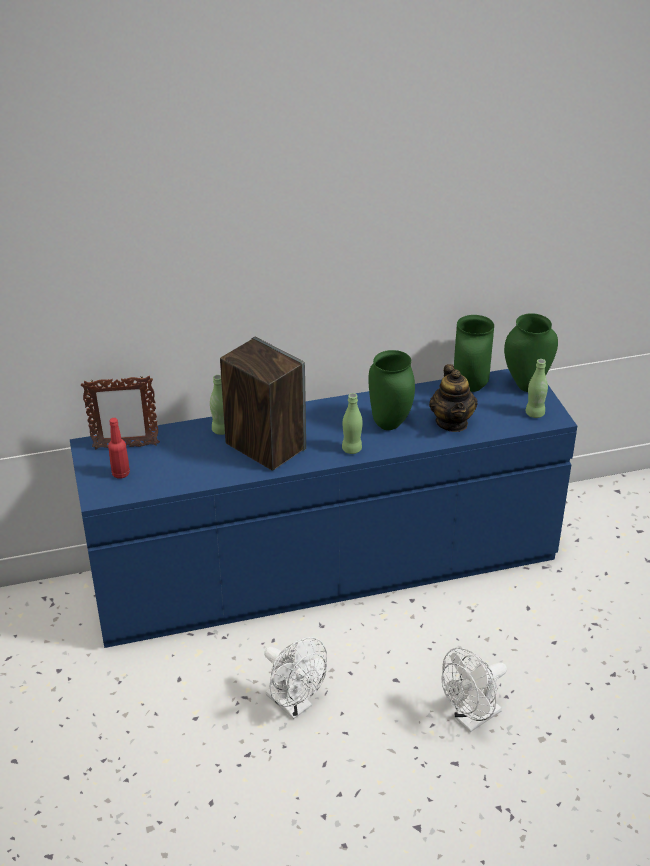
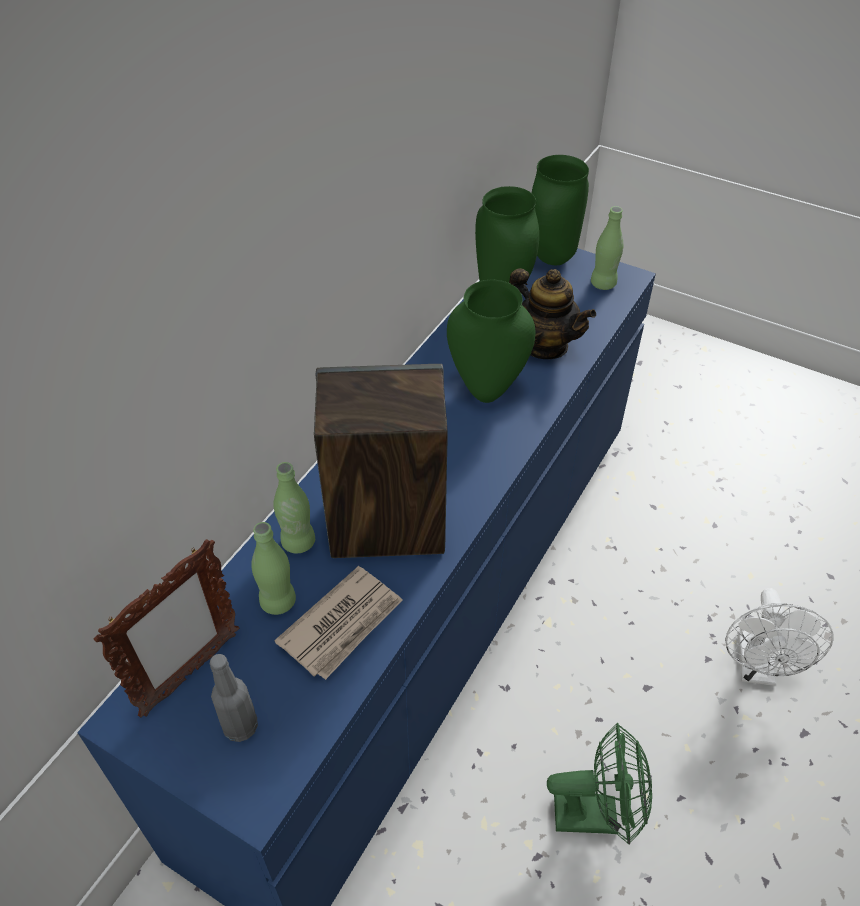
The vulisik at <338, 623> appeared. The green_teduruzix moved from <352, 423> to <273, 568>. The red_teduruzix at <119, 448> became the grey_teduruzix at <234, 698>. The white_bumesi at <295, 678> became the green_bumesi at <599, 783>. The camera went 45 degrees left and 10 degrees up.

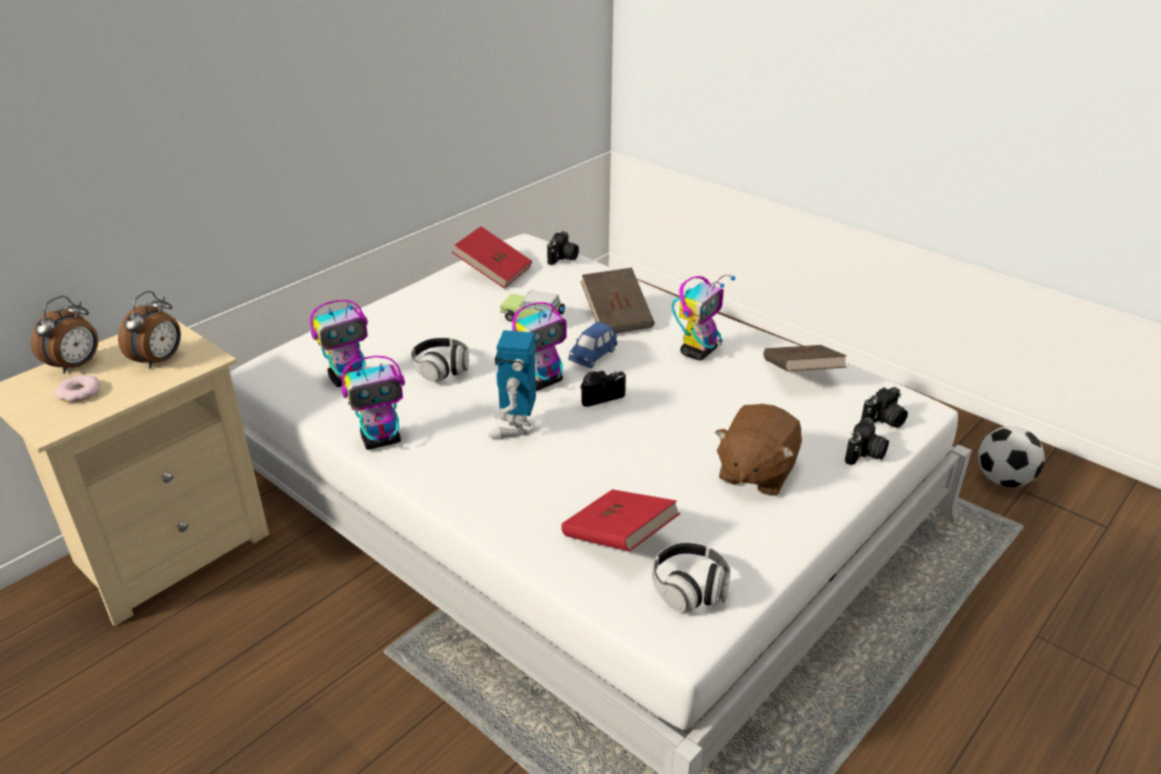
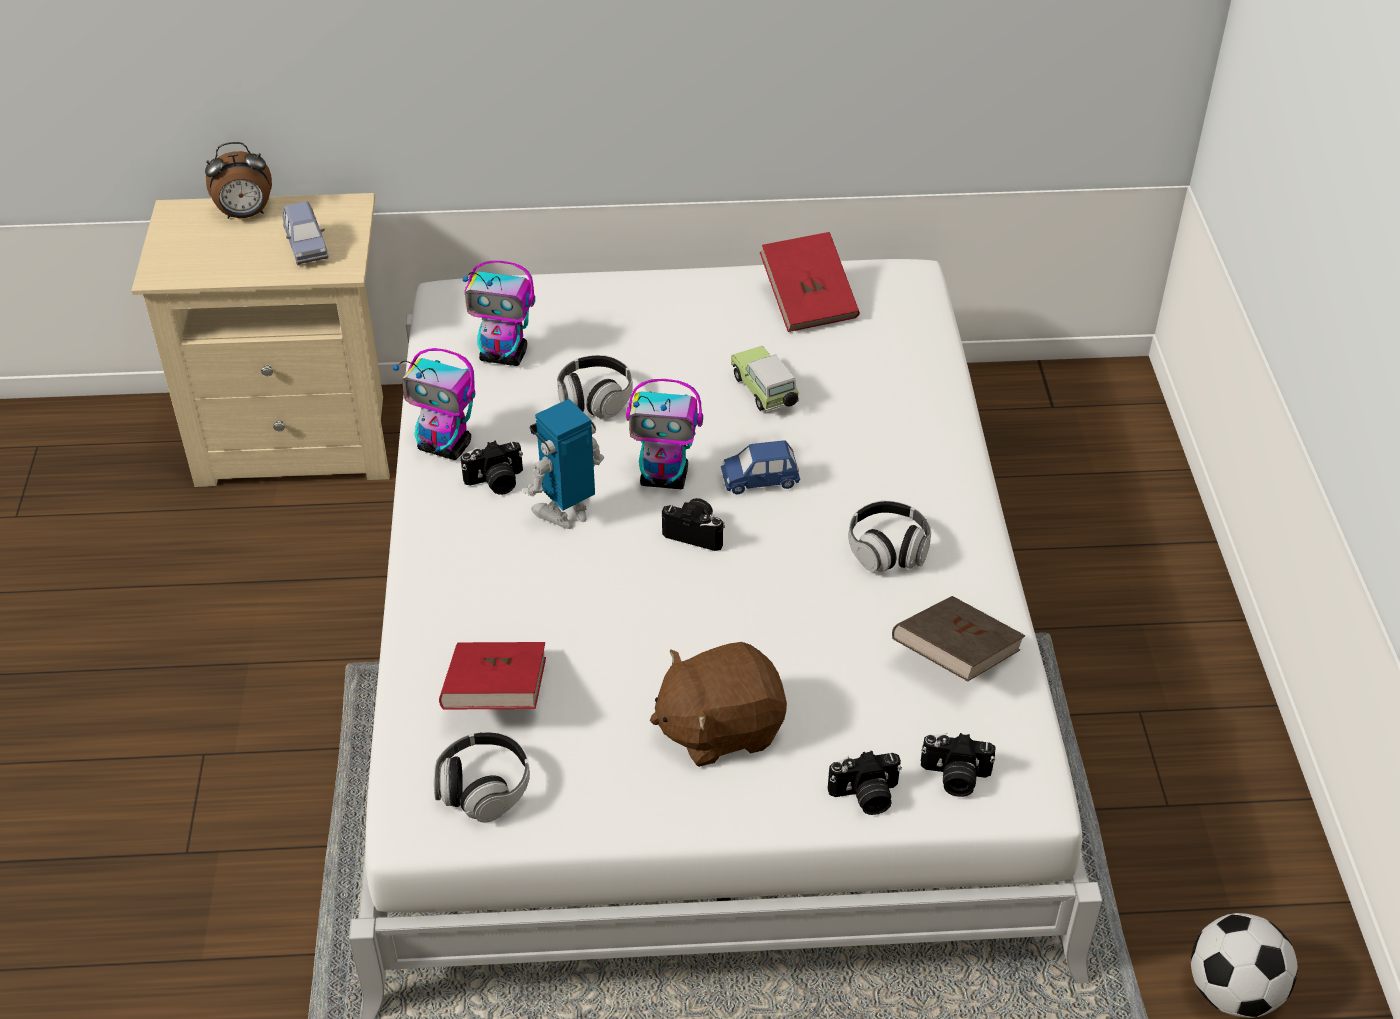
The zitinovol at <78, 388> disappeared. The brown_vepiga at <617, 300> disappeared. The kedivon moved from <563, 248> to <491, 467>. The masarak at <149, 330> was replaced by the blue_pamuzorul at <305, 233>. The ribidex at <703, 317> was replaced by the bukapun at <889, 536>. The camera went 45 degrees right and 10 degrees up.

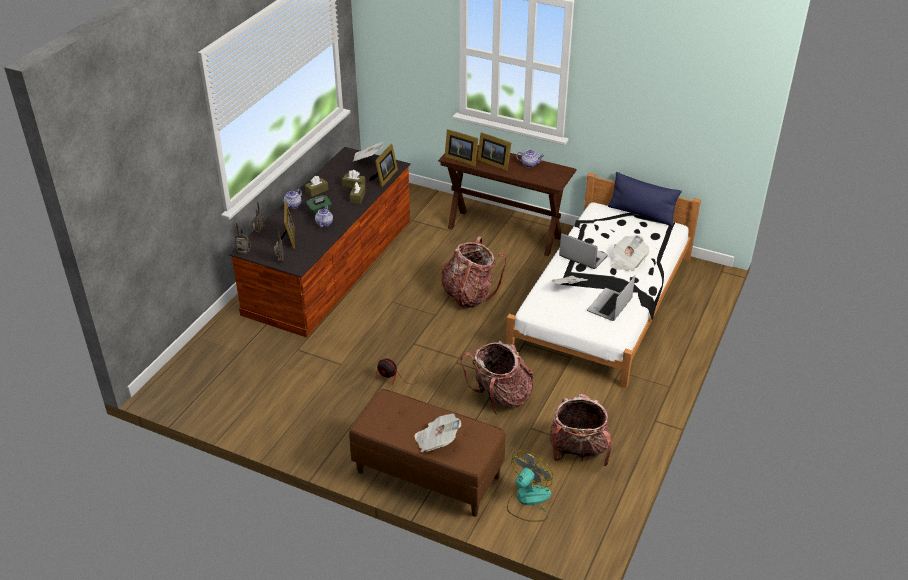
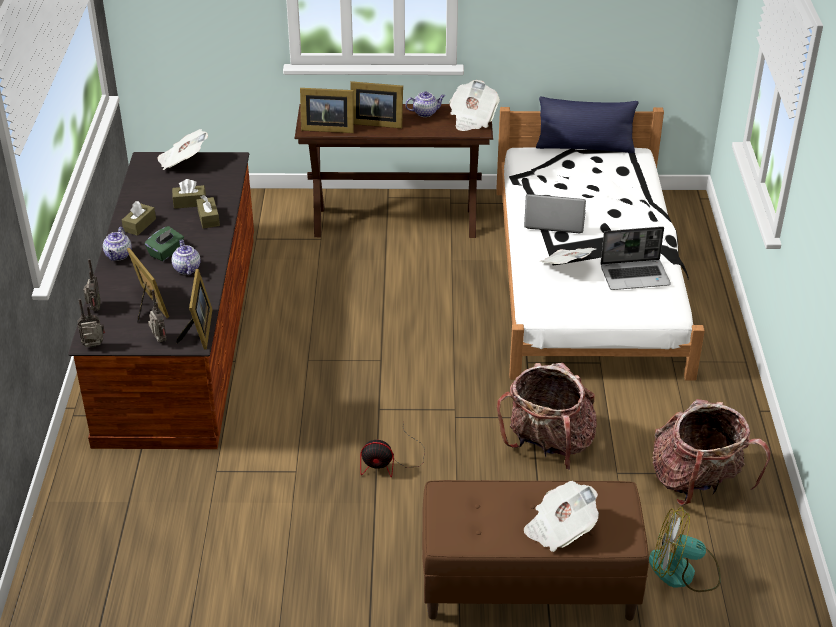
The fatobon at <473, 272> disappeared. The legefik moved from <383, 165> to <194, 309>. The vulisik moved from <630, 253> to <474, 105>. The bumesi at <530, 486> turned 90 degrees counterclockwise. The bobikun at <611, 298> turned 105 degrees counterclockwise. The camera went 25 degrees left and 0 degrees up.

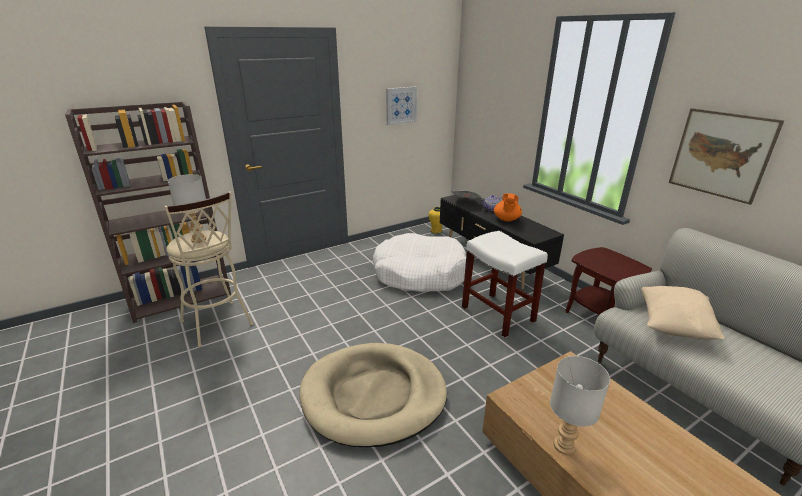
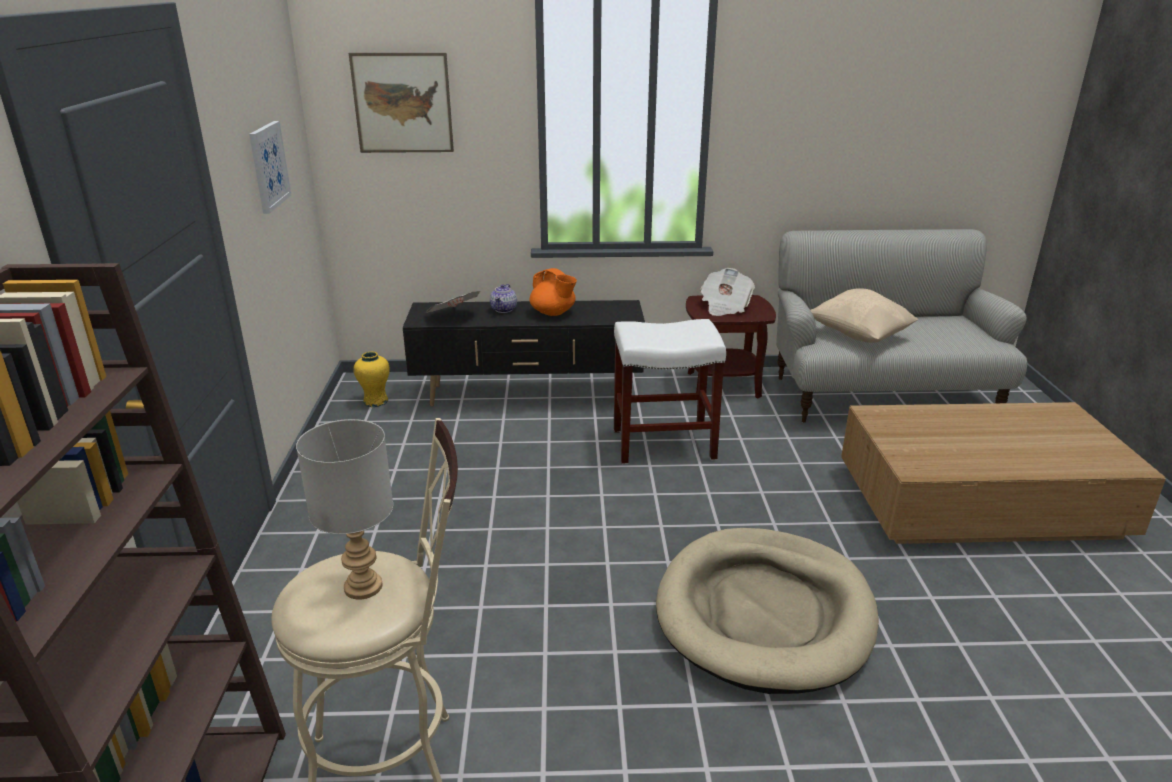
The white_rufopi at <419, 262> disappeared. The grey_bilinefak at <580, 405> disappeared. The vulisik at <727, 292> appeared. The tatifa moved from <726, 156> to <401, 103>. The camera went 60 degrees left and 0 degrees up.

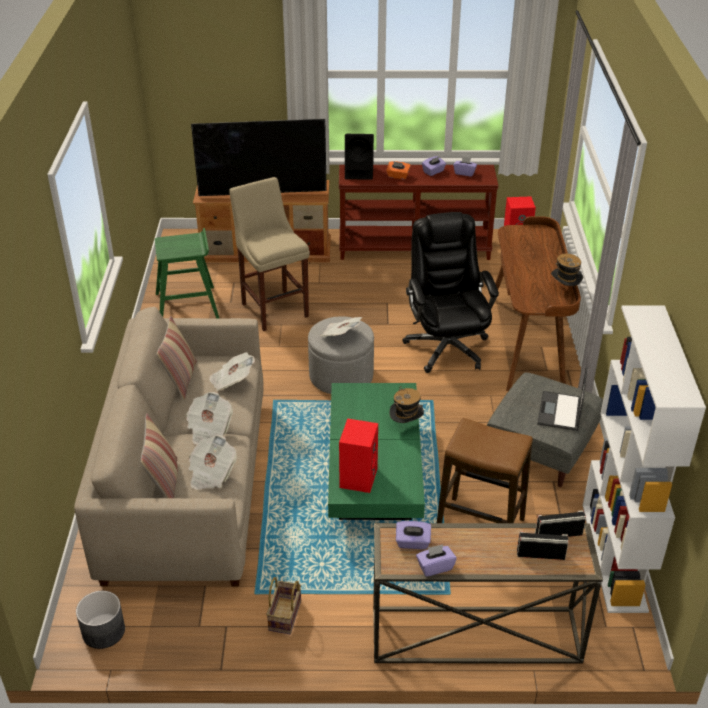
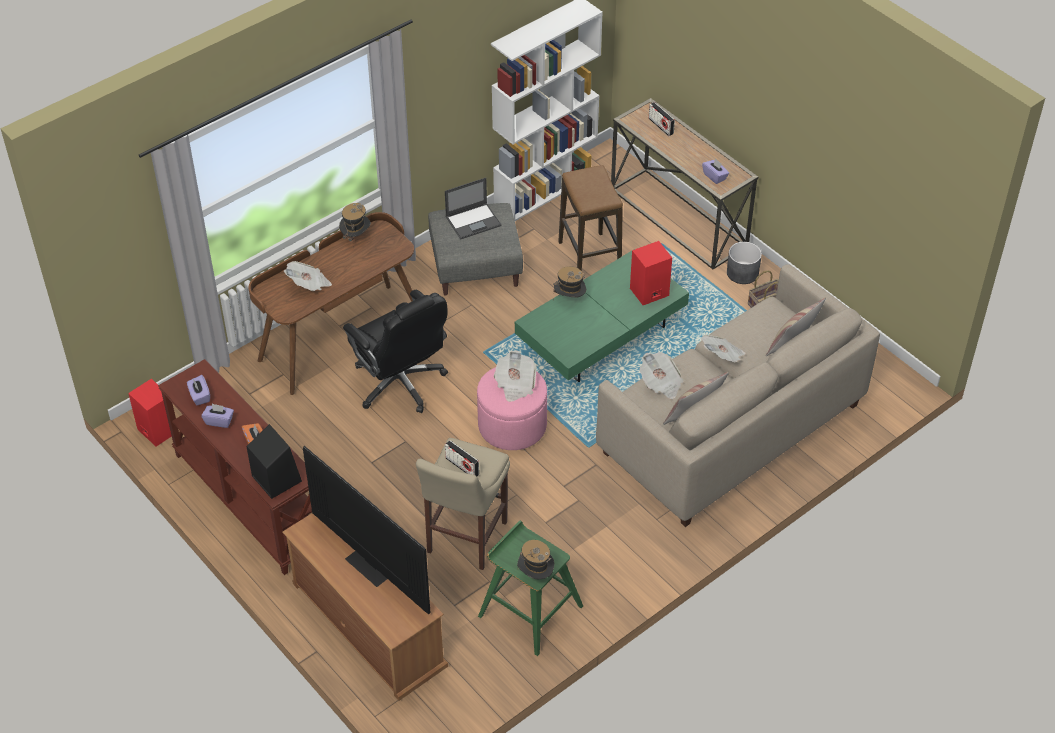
The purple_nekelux at <436, 560> disappeared. The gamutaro at <535, 559> appeared. The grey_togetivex moved from <100, 620> to <744, 263>. The vulisik moved from <212, 462> to <308, 276>. The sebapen moved from <560, 523> to <462, 458>. The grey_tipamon at <341, 355> became the pink_tipamon at <512, 408>. The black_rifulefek at <451, 292> turned 75 degrees counterclockwise. The camera went 130 degrees left and 10 degrees up.

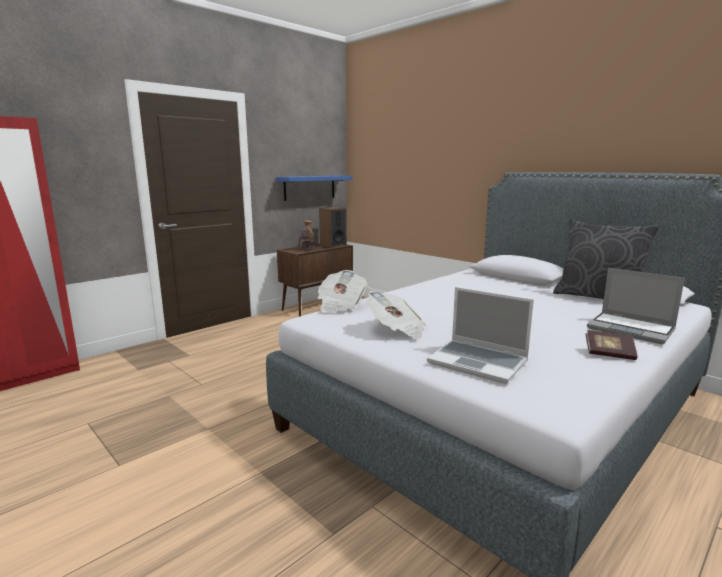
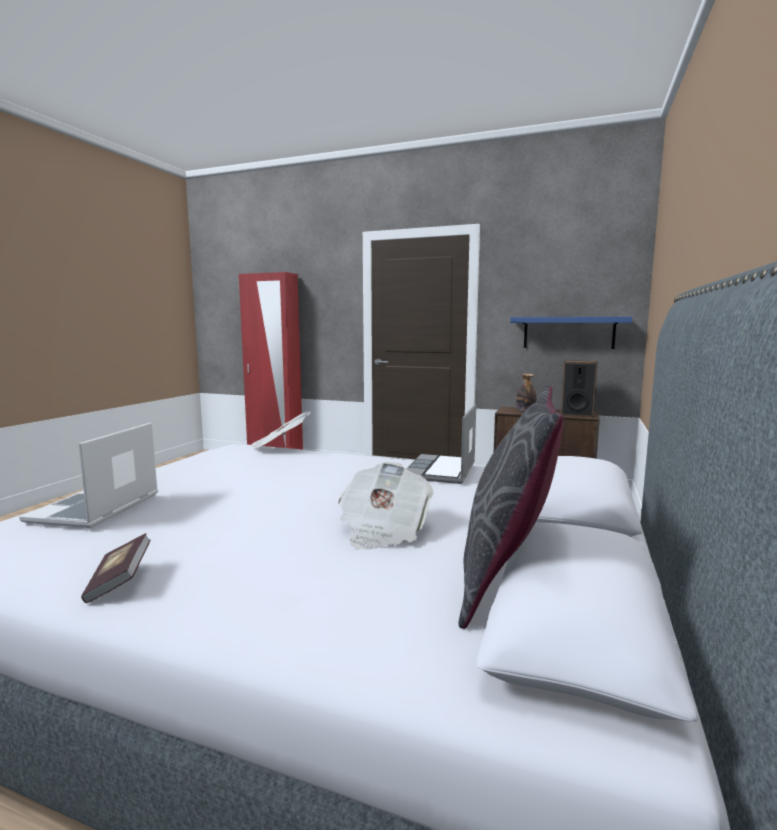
The vulisik moved from <396, 315> to <385, 506>. The bobikun moved from <636, 306> to <441, 444>. The camera went 65 degrees right and 5 degrees down.

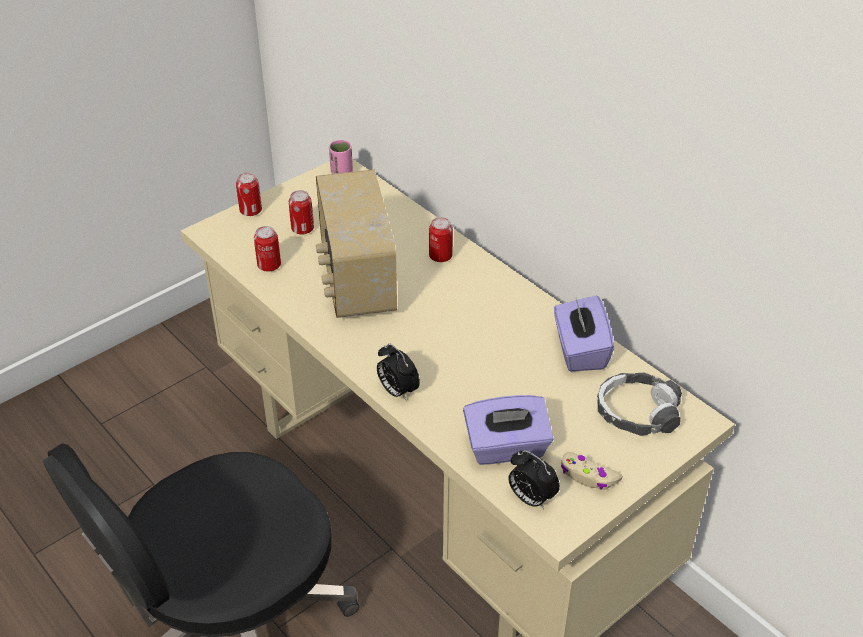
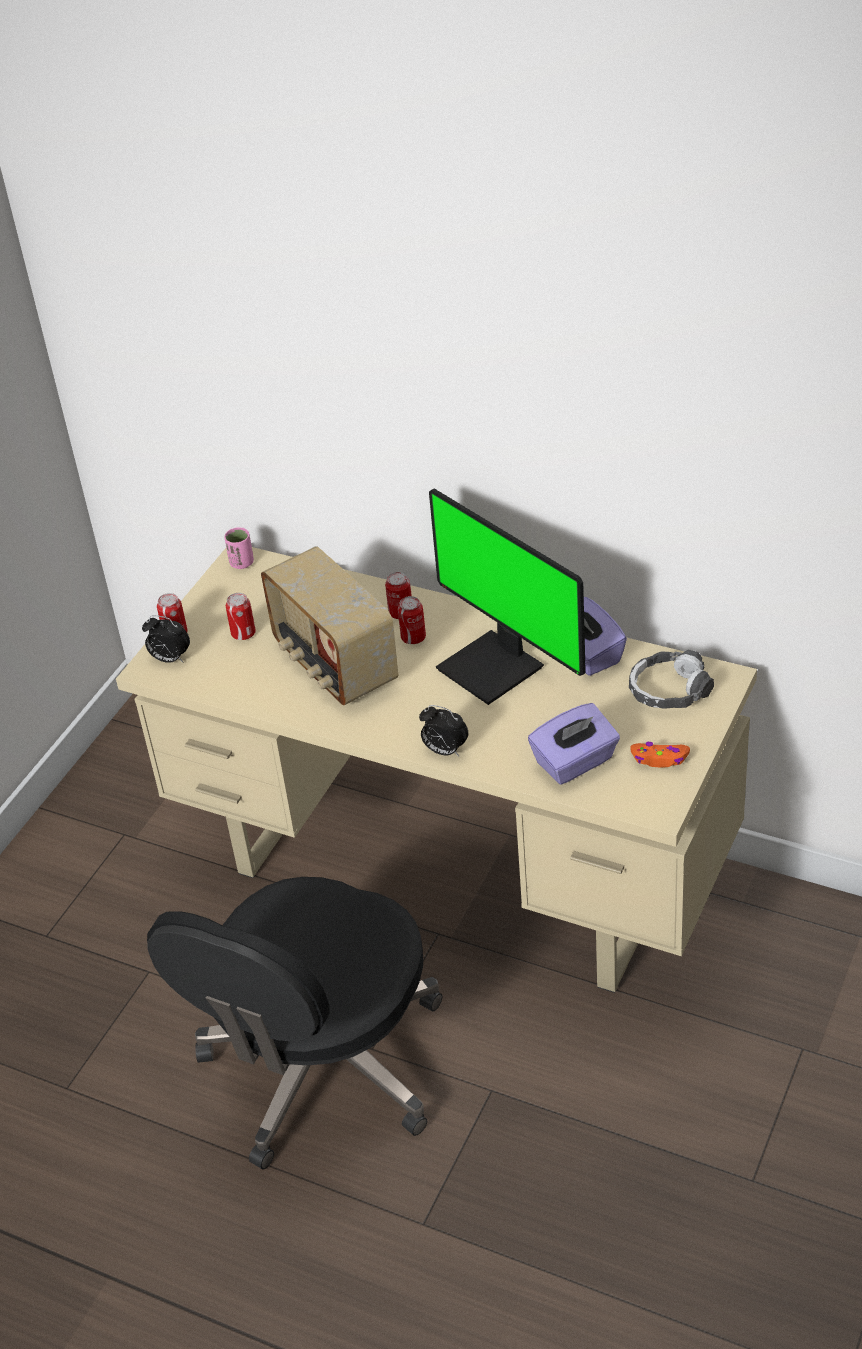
The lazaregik at <507, 596> appeared. The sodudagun moved from <267, 248> to <412, 620>. The masarak moved from <534, 480> to <166, 639>. The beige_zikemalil at <592, 471> became the orange_zikemalil at <660, 754>. The camera went 20 degrees left and 0 degrees up.

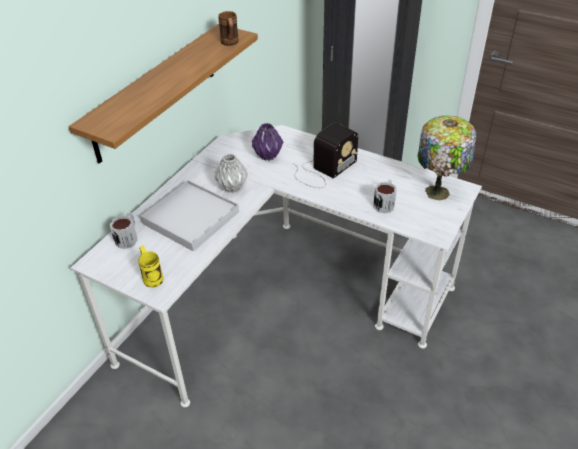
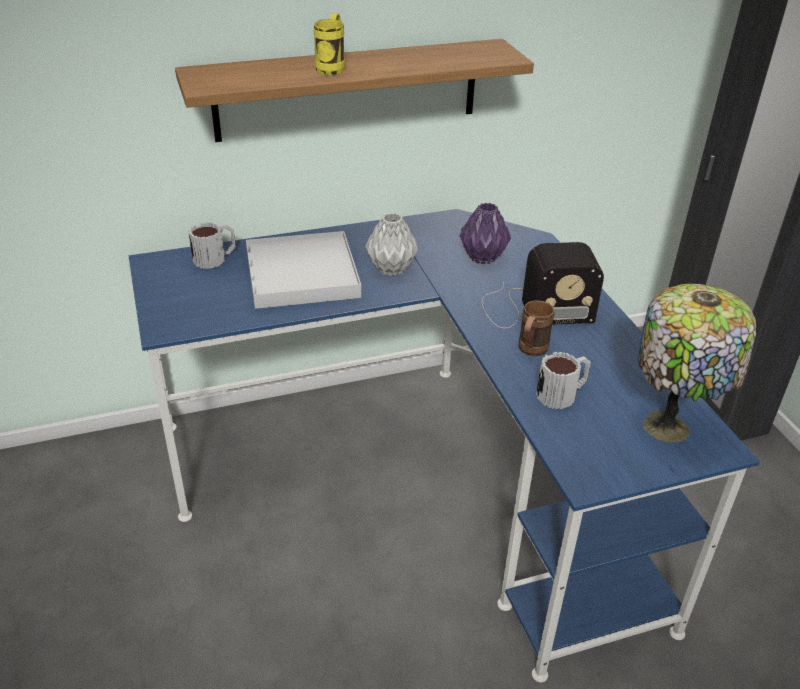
The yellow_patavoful moved from <150, 267> to <329, 44>. The brown_patavoful moved from <229, 28> to <536, 328>. The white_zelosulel at <276, 266> became the blue_zelosulel at <444, 446>. The camera went 40 degrees right and 5 degrees down.

